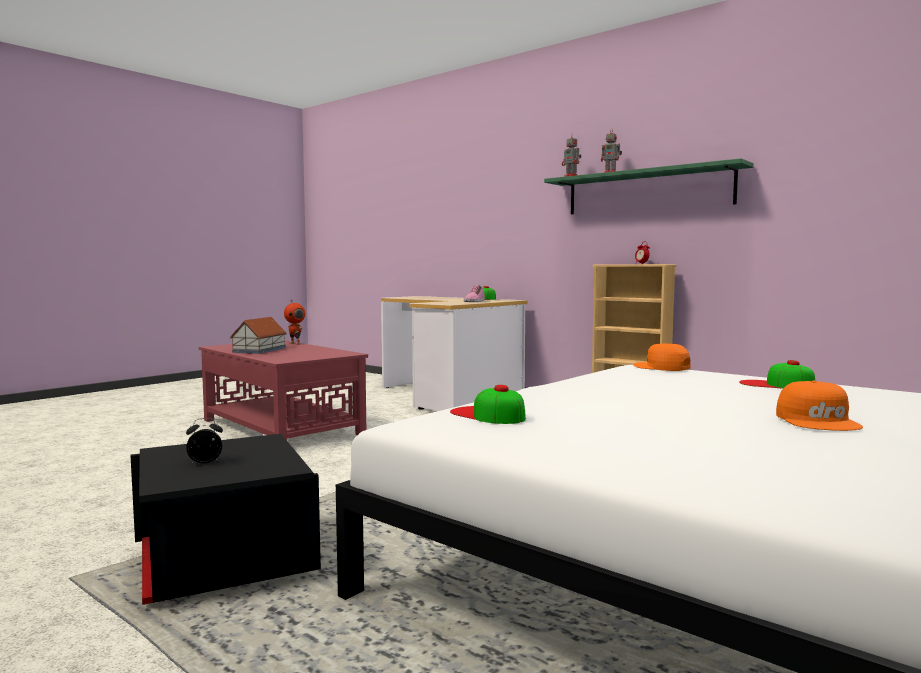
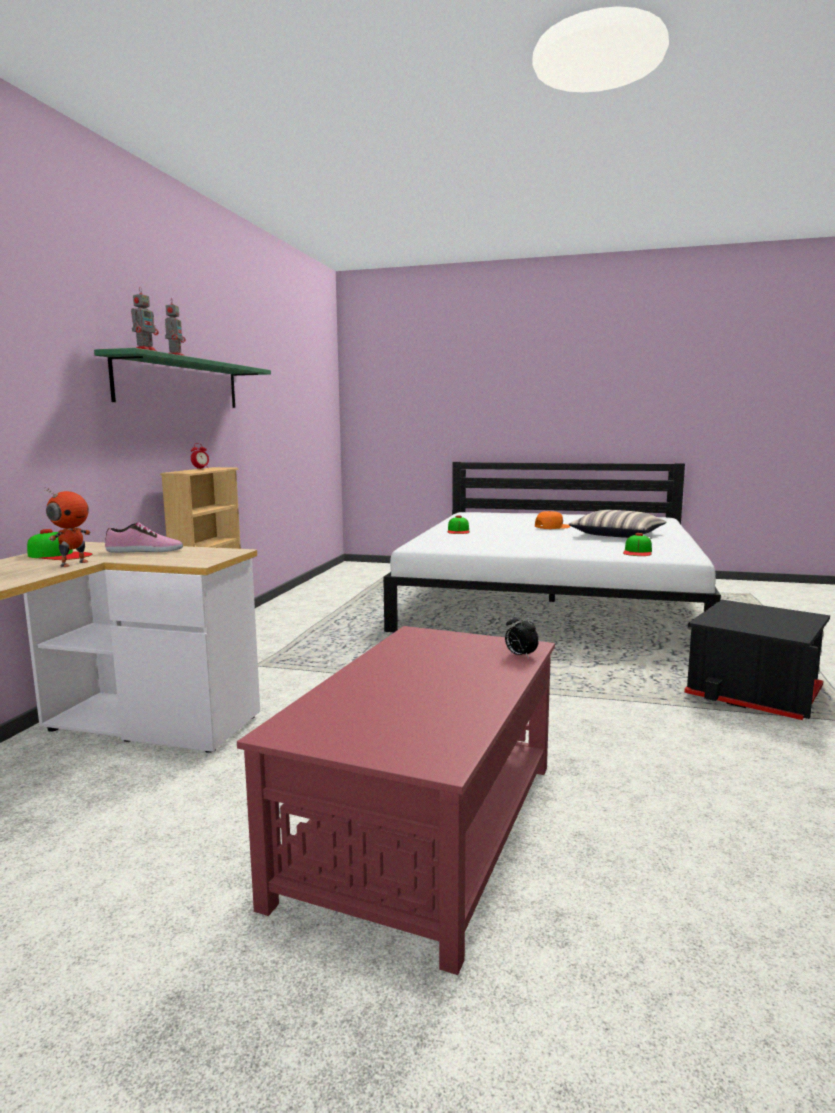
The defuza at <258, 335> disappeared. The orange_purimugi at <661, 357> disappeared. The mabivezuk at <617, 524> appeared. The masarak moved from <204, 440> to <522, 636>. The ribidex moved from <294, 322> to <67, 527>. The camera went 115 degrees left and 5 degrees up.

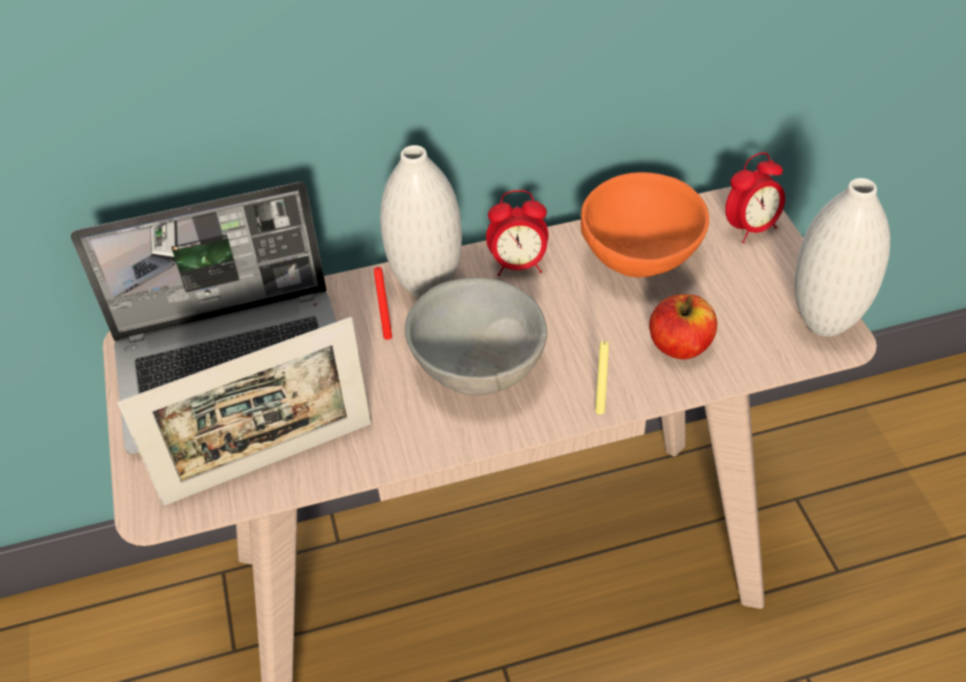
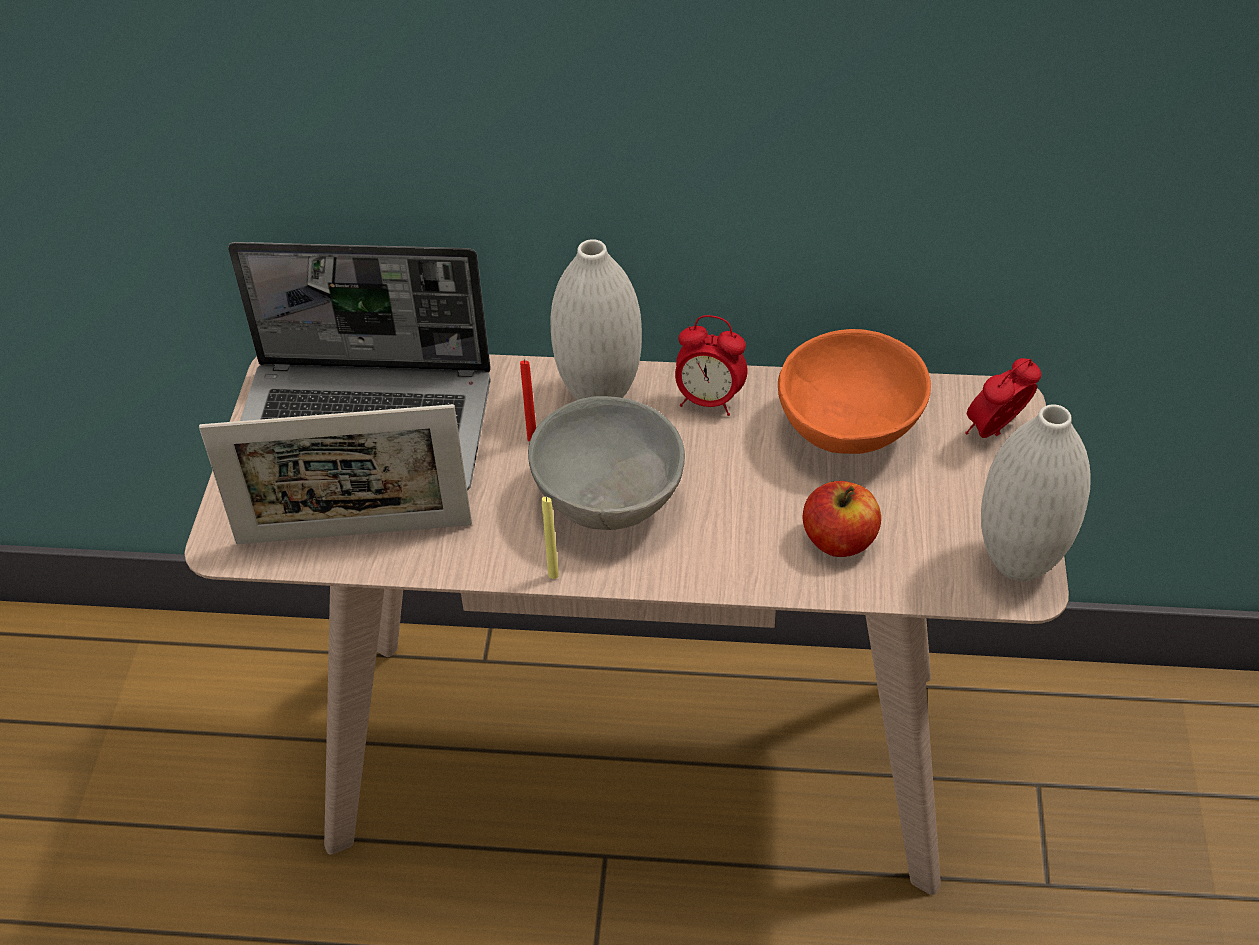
The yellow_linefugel moved from <602, 378> to <550, 538>. The masarak at <755, 197> turned 150 degrees clockwise. The camera went 20 degrees right and 0 degrees up.

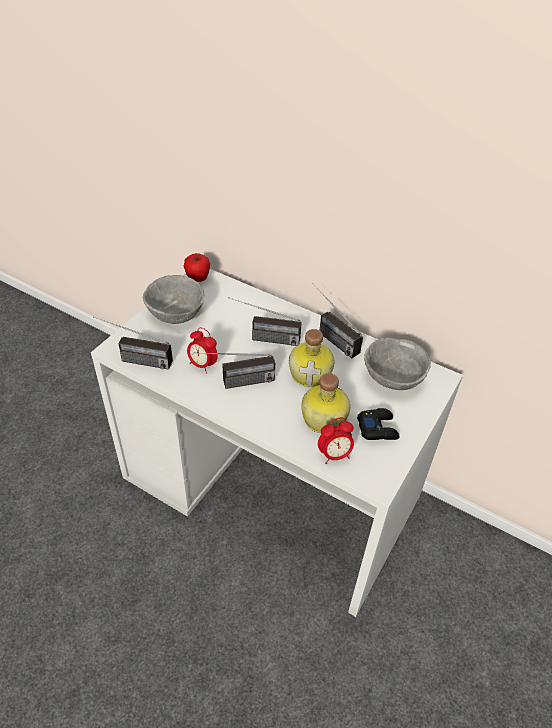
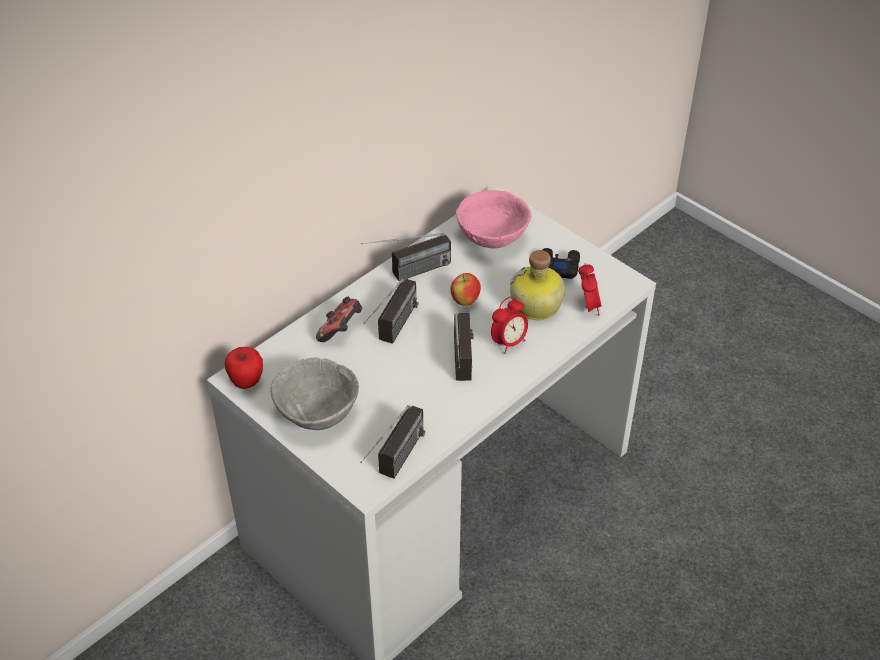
The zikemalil at <339, 319> appeared. The masarak moved from <202, 351> to <509, 325>. The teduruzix at <312, 358> was replaced by the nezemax at <466, 289>. The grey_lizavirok at <397, 363> became the pink_lizavirok at <494, 219>. The camera went 75 degrees left and 0 degrees up.

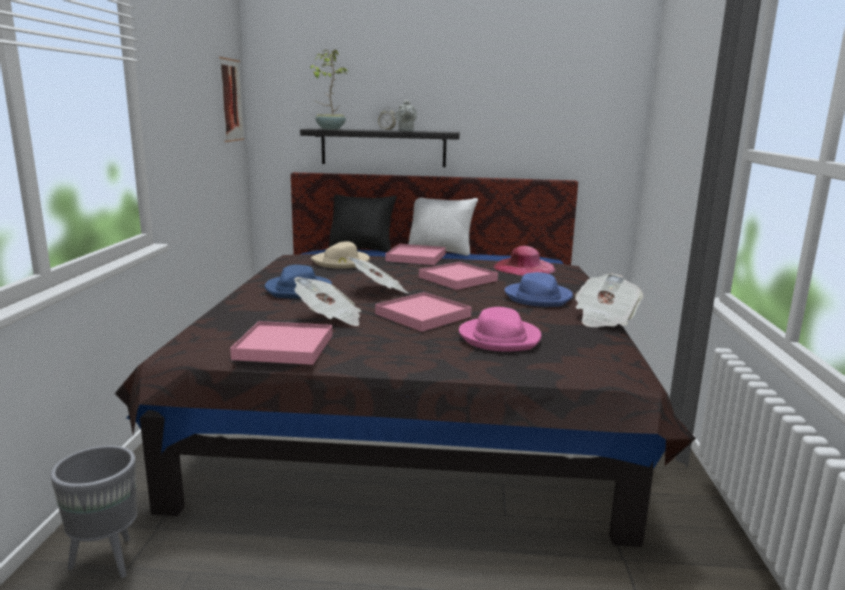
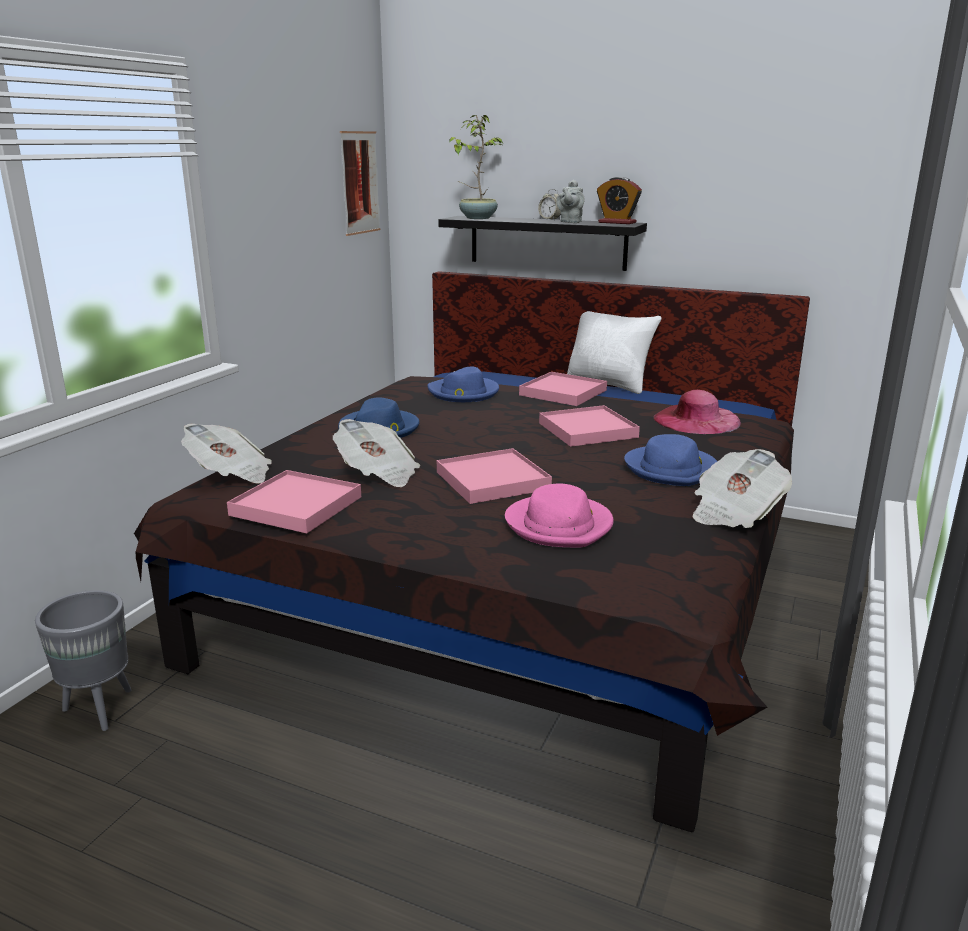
The black_mabivezuk at <363, 223> disappeared. The masarak at <619, 200> appeared. The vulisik moved from <378, 275> to <226, 453>. The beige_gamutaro at <340, 255> became the blue_gamutaro at <463, 384>. The camera went 20 degrees right and 5 degrees up.

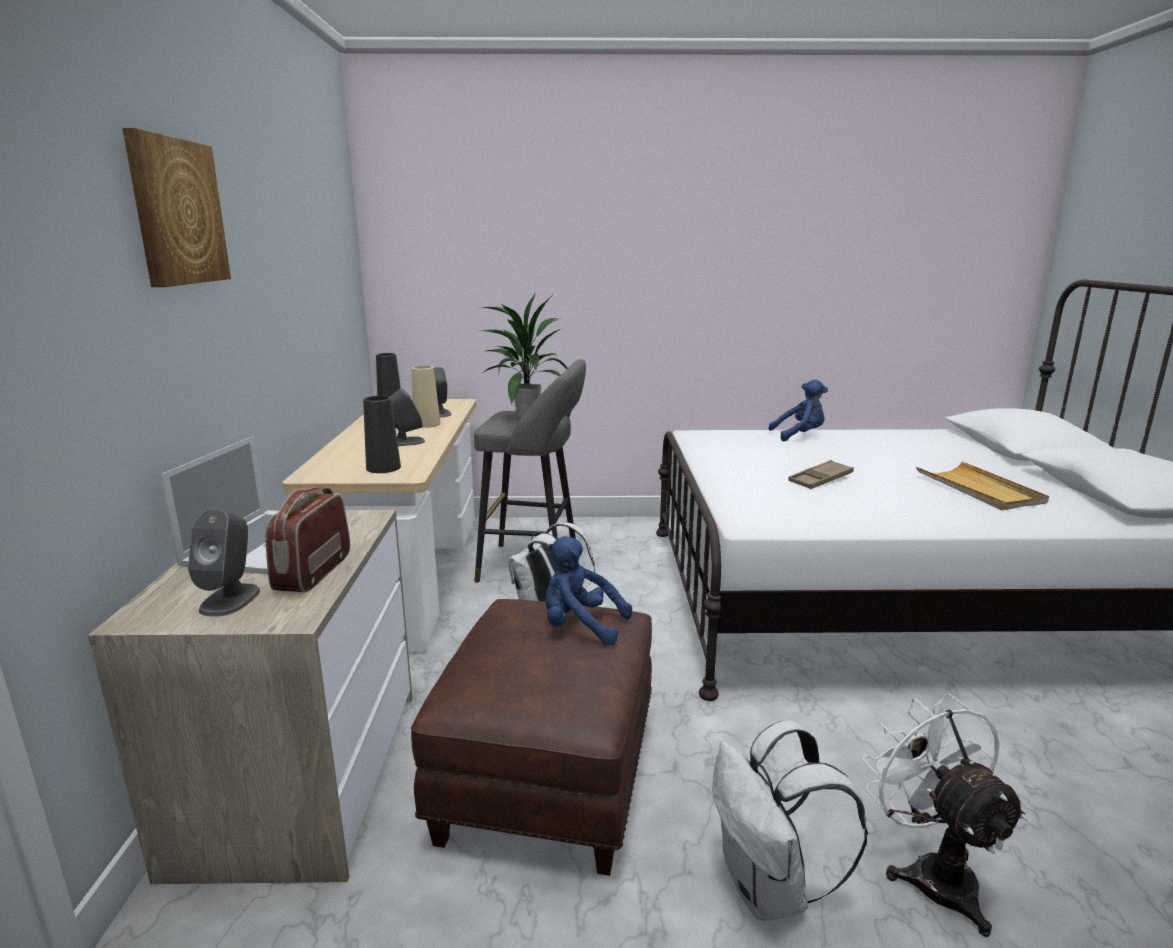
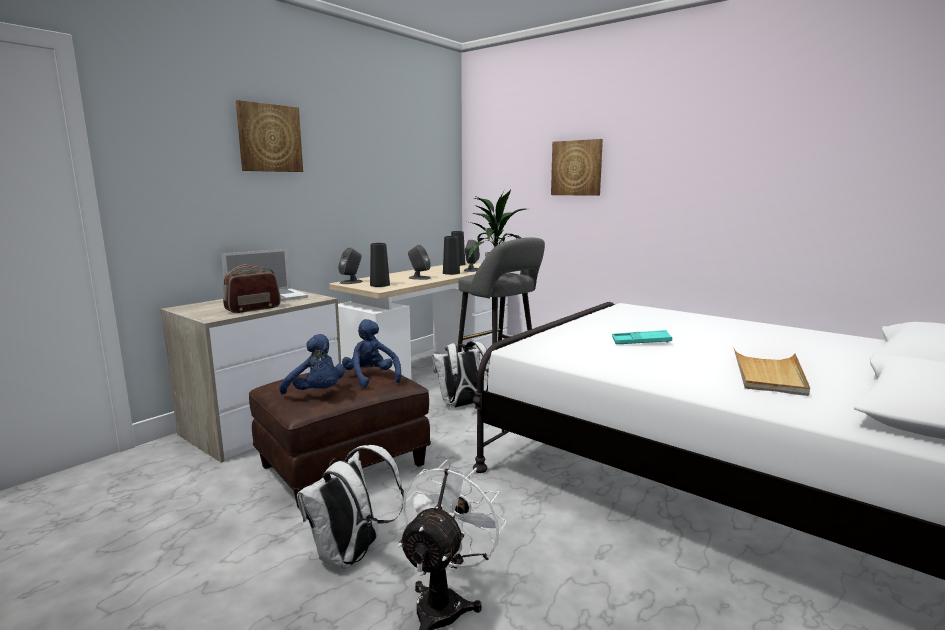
The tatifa at <577, 167> appeared. The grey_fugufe moved from <224, 562> to <350, 265>. The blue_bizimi moved from <798, 410> to <312, 364>. The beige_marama at <426, 396> became the black_marama at <451, 255>. The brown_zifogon at <821, 474> became the turquoise_zifogon at <642, 337>. The camera went 40 degrees right and 5 degrees down.

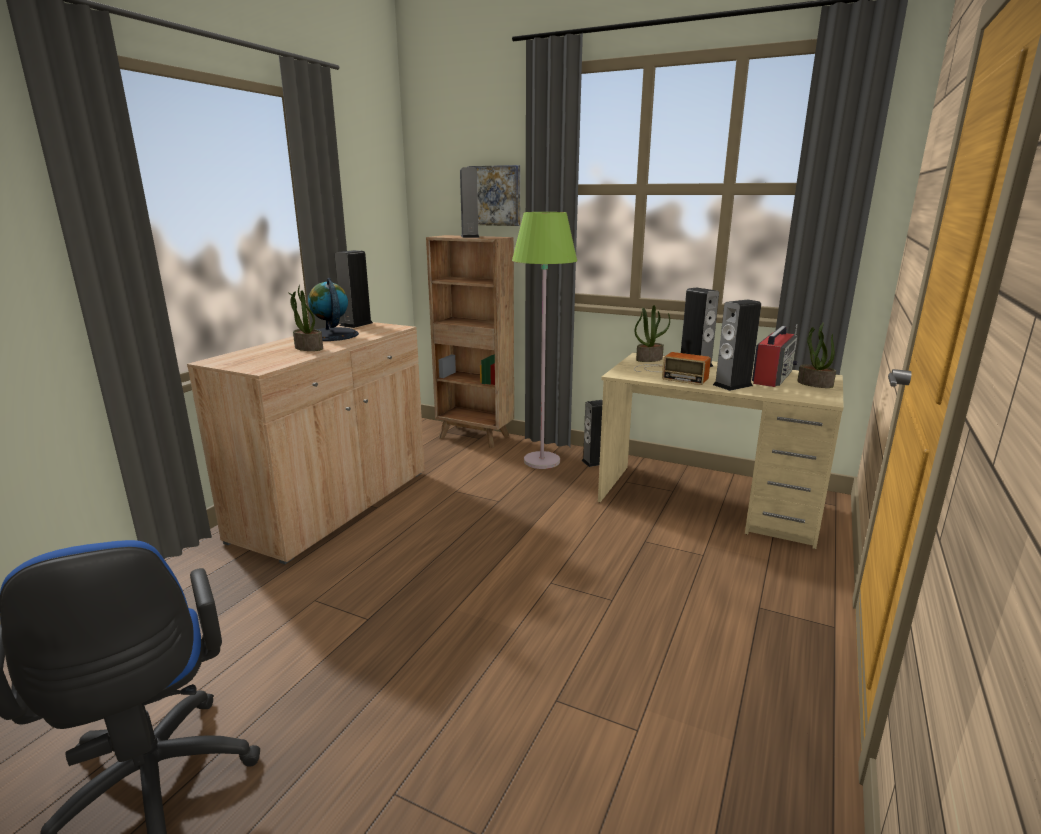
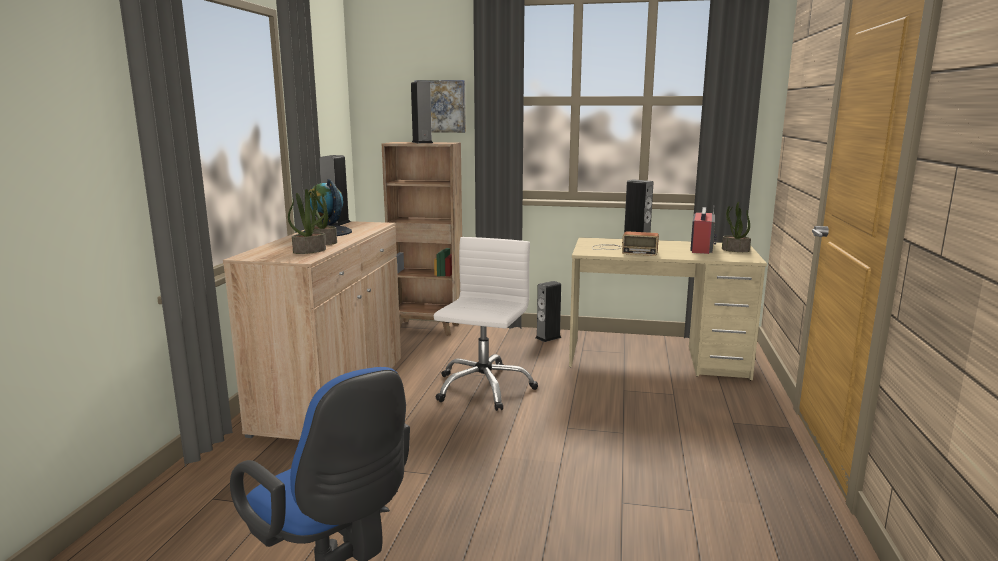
The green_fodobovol at <544, 340> disappeared. The fugufe at <737, 345> disappeared. The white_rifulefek at <486, 324> appeared. The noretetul moved from <652, 333> to <307, 221>. The camera went 15 degrees left and 5 degrees down.

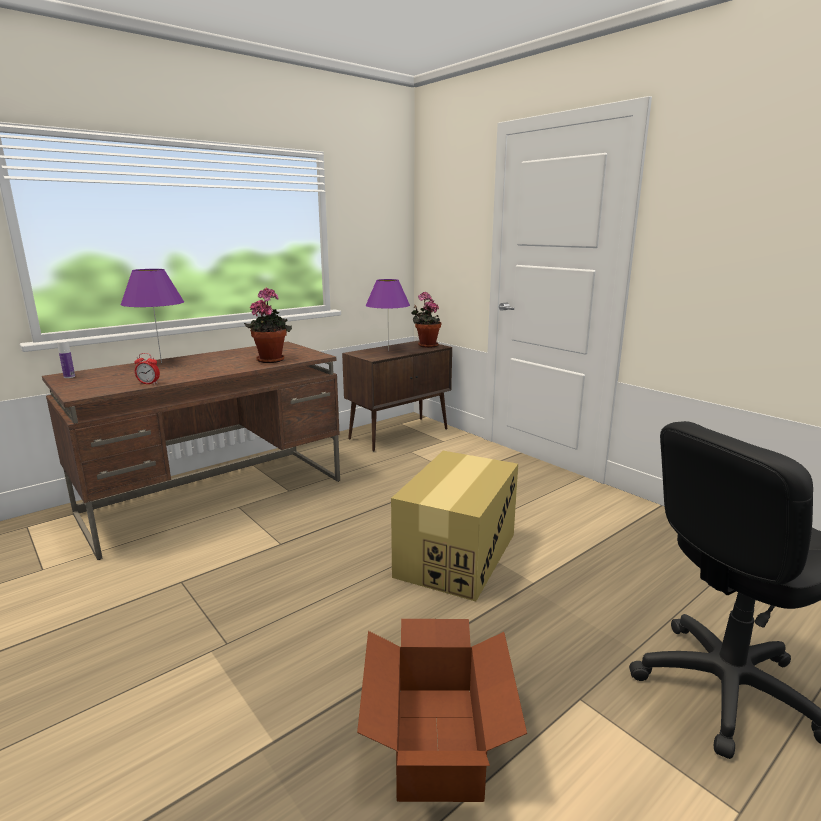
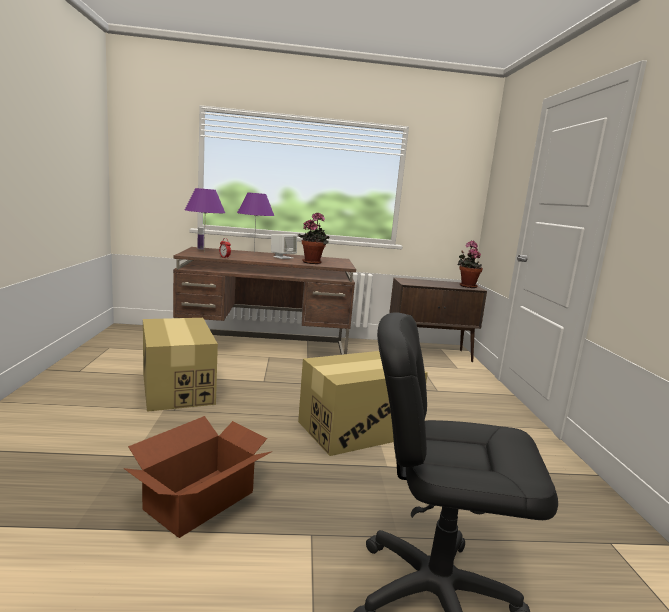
The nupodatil at <180, 365> appeared. The white_fugufe at <284, 246> appeared. The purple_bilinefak moved from <388, 315> to <205, 220>. The camera went 35 degrees right and 5 degrees down.

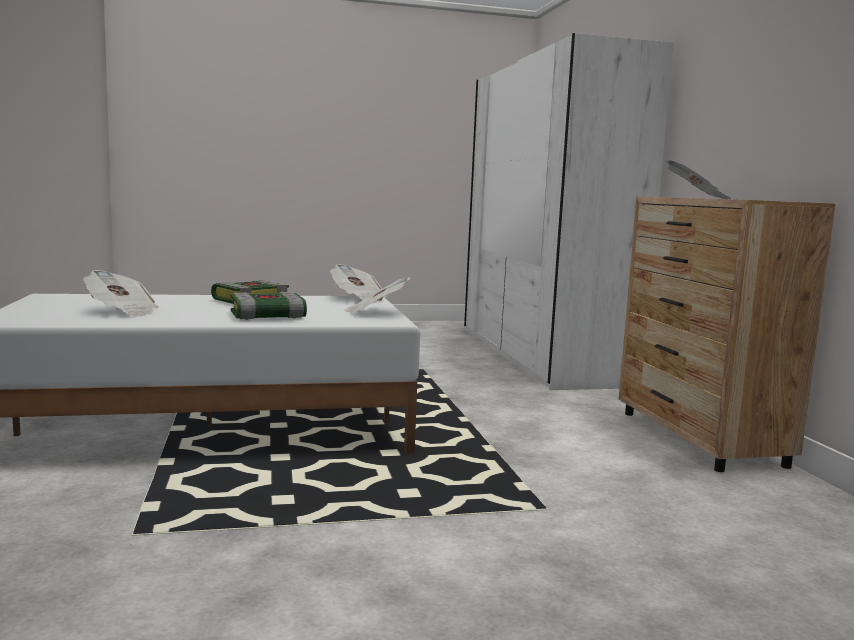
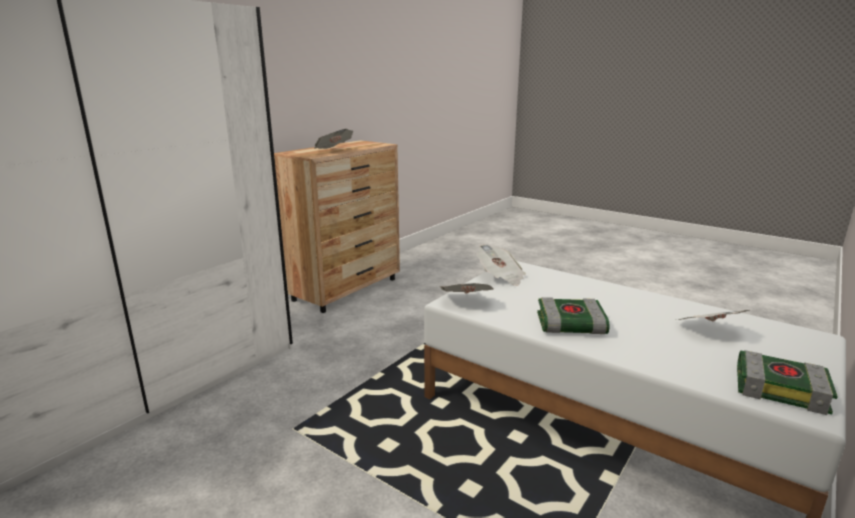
The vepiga moved from <269, 306> to <787, 382>. The camera went 130 degrees left and 10 degrees up.

